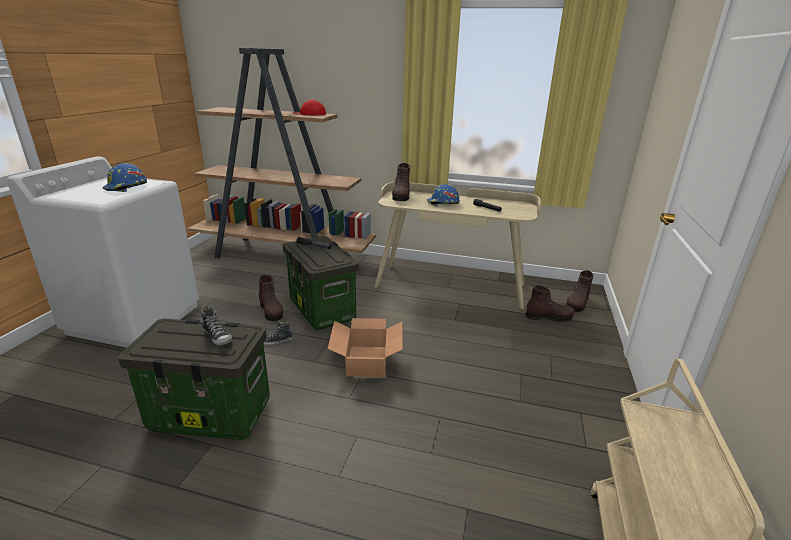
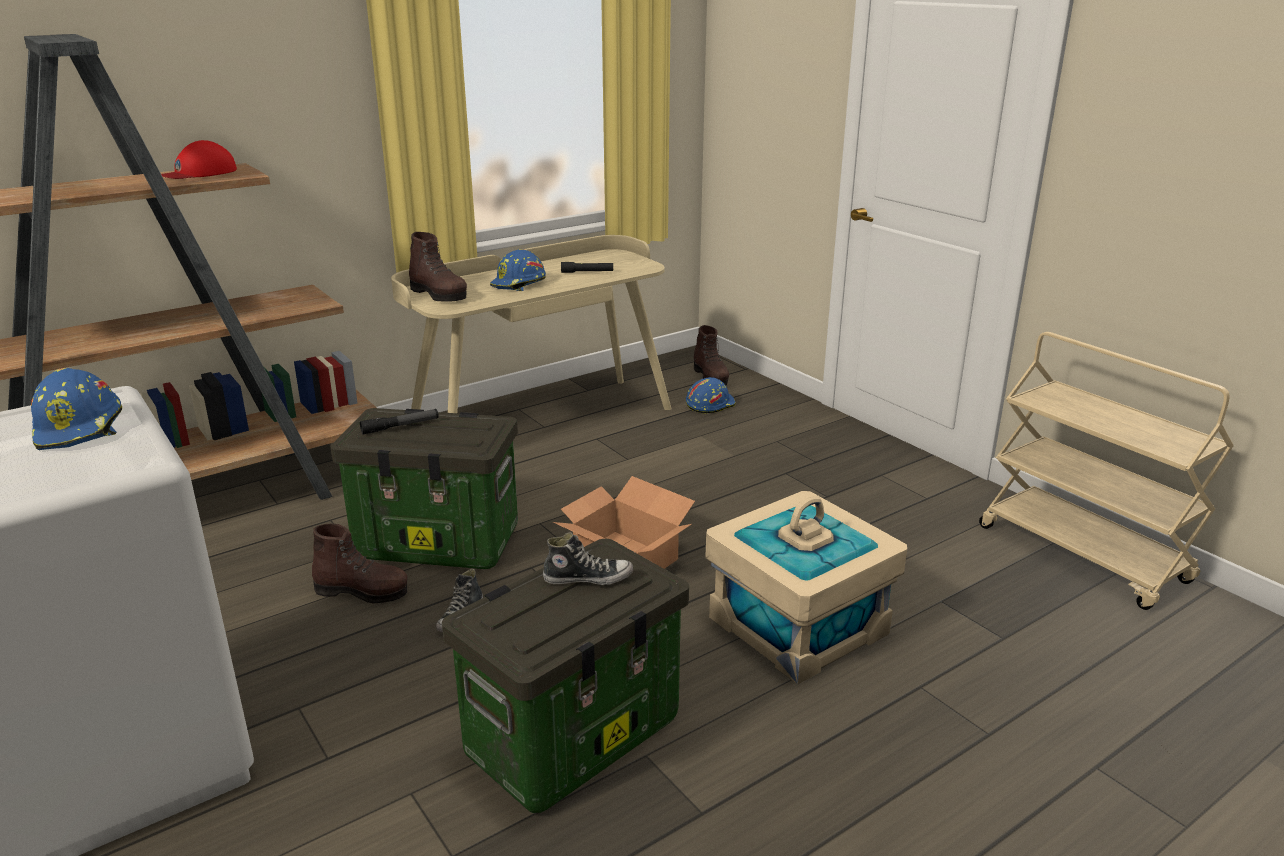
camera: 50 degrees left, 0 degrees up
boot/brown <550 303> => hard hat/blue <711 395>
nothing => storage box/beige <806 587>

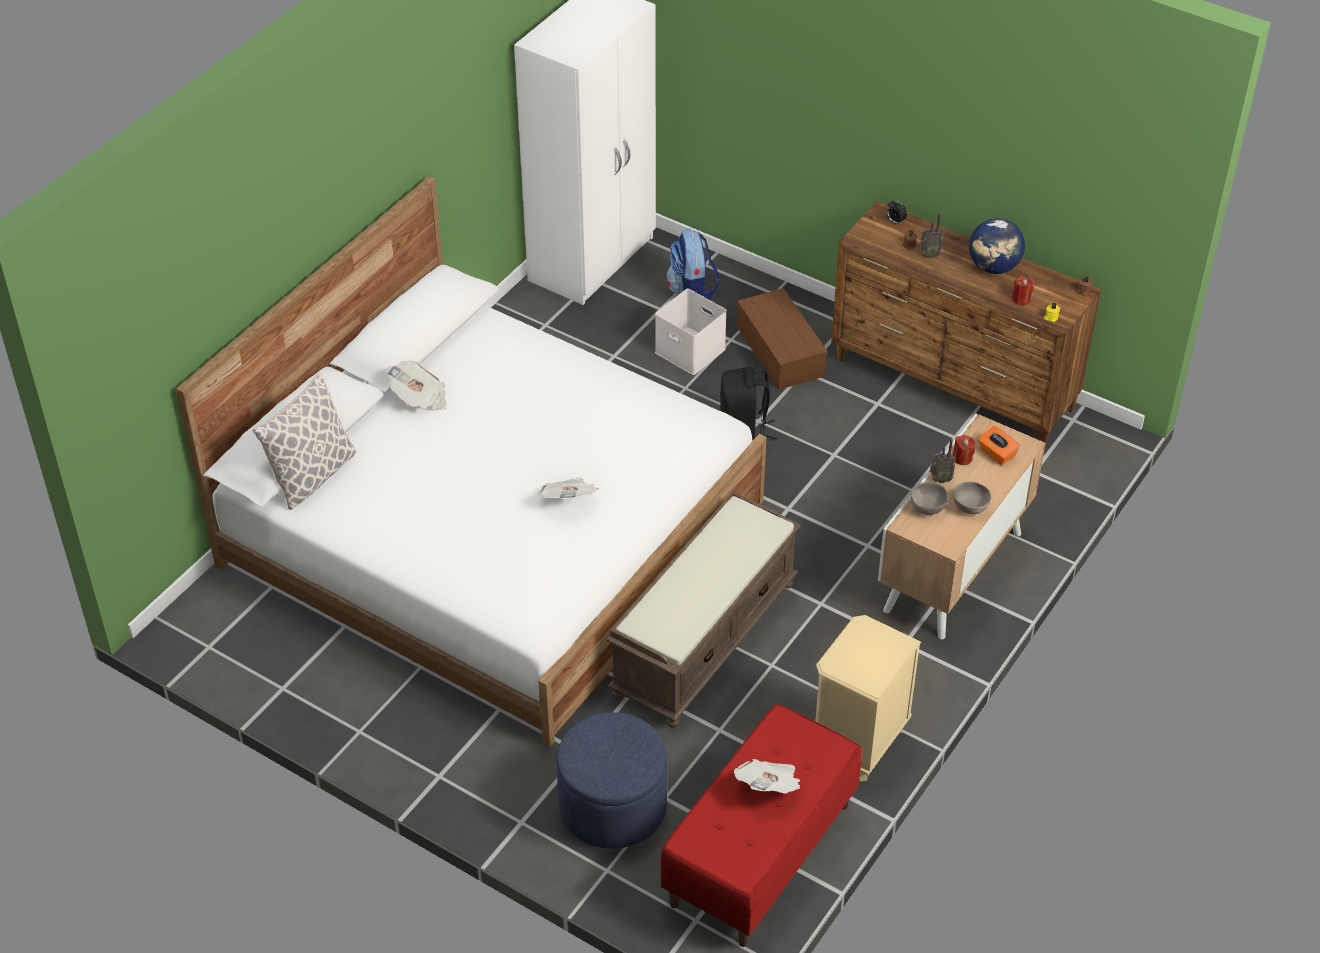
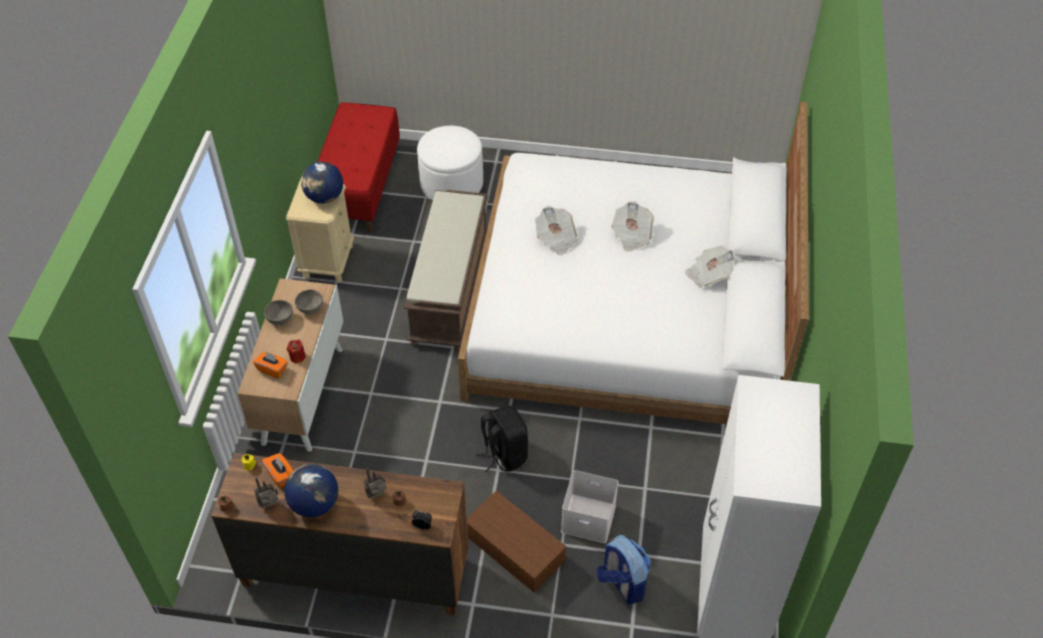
camera: 155 degrees right, 5 degrees up
radio <942 461> => radio <266 492>, move
candle/red <1023 290> => tissue box/orange <277 470>
nothing => globe <322 183>
ottoman/blue <612 780> => ottoman/white <450 163>
newspaper <767 776> => newspaper <632 226>, move
pillow <304 441> => nothing

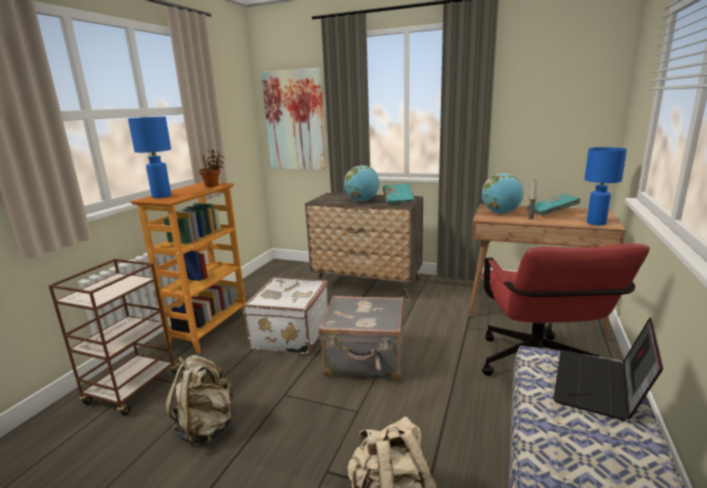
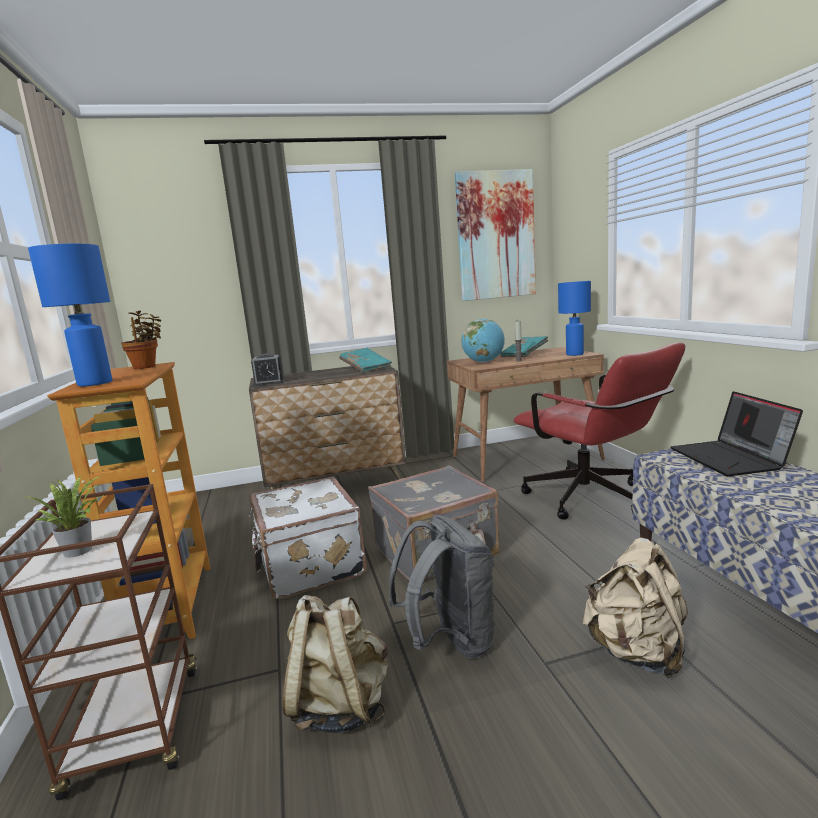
camera: 35 degrees left, 5 degrees down
nothing => potted plant <65 517>
nothing => alarm clock <268 369>
nothing => backpack/grey <441 587>
picture <294 119> => picture <495 235>, move
globe <361 183> => nothing

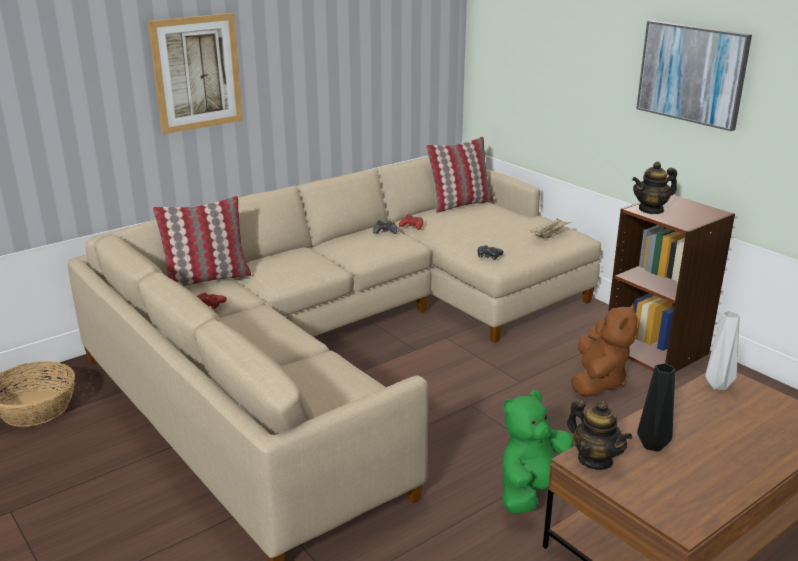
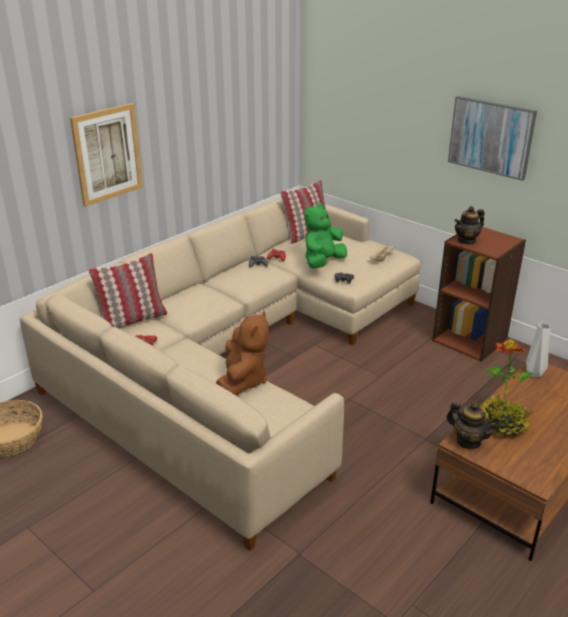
camera: 10 degrees left, 5 degrees up
plush toy/brown <604 350> => plush toy/brown <242 353>, move
plush toy/green <537 452> => plush toy/green <325 236>, move
vase/black <656 407> => potted plant <508 388>

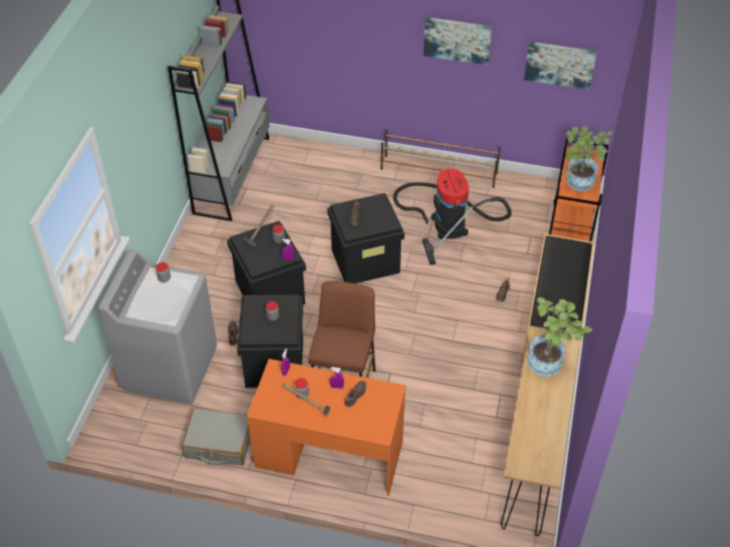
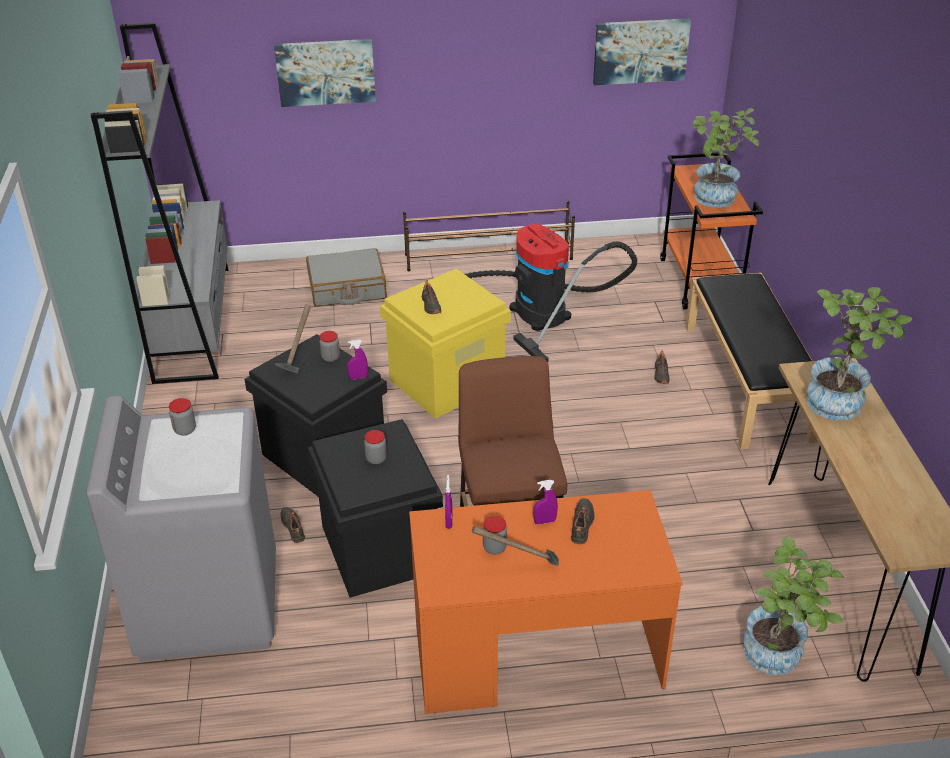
camera: 20 degrees left, 10 degrees down
picture <457 41> => picture <325 73>, move
suitcase/grey <216 437> => suitcase/grey <346 277>, move
storage box/black <366 238> => storage box/yellow <445 344>
nothing => potted plant <794 605>

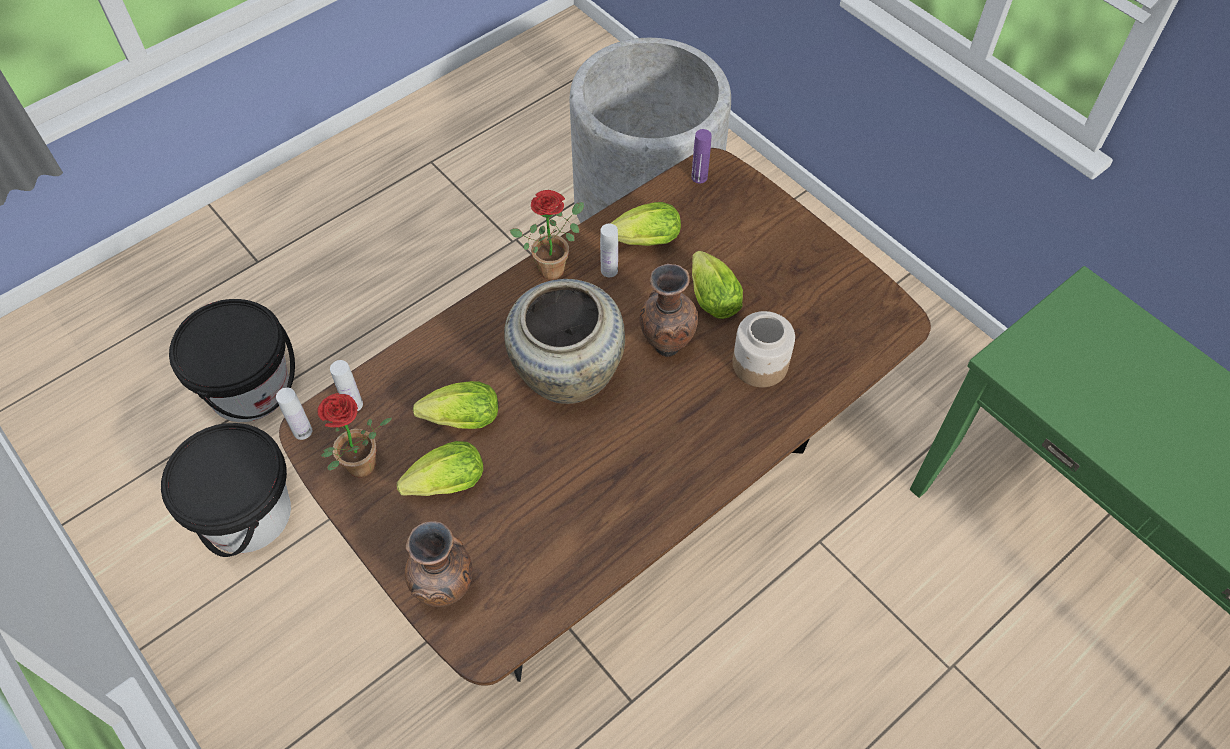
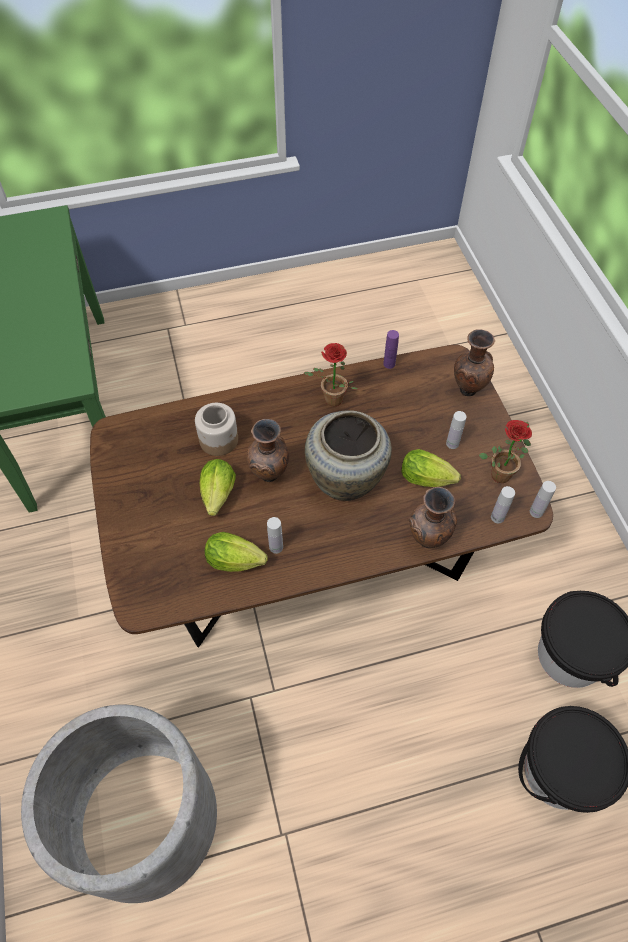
camera: 155 degrees left, 0 degrees up
potted plant <547 235> => potted plant <331 374>, move
bottle/purple <701 156> => bottle/purple <391 349>, move
nothing => vase/brown <432 517>
lettuce <440 468> => bottle/white <456 430>

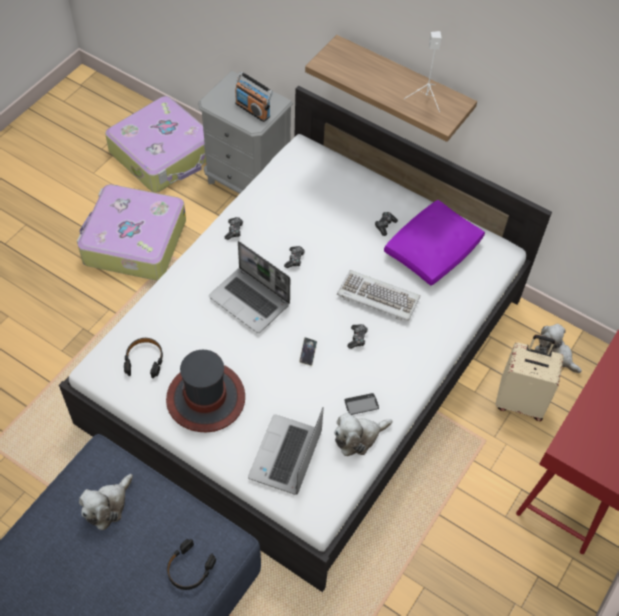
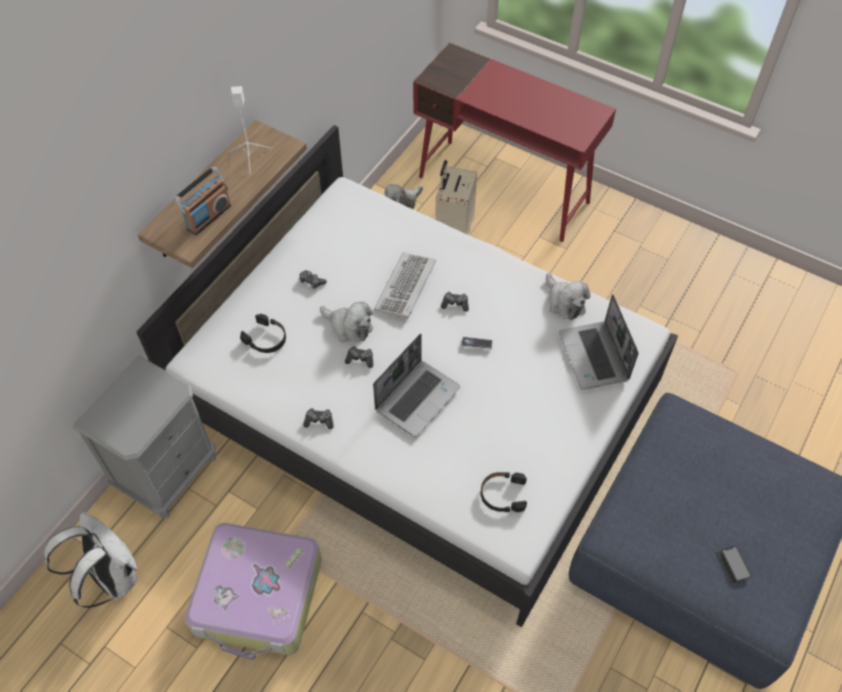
camera: 90 degrees left, 0 degrees up
suitcase <155 144> => backpack/white <90 560>
radio <254 97> => radio <202 201>, move
headphones/black <191 564> => headphones/black <263 333>, move
plush toy <106 502> => plush toy <346 322>, move
laptop <285 451> => laptop <598 342>, 60 degrees clockwise
phone <361 404> => phone <733 565>, move
hat <205 391> => nothing
pillow/purple <434 243> => nothing

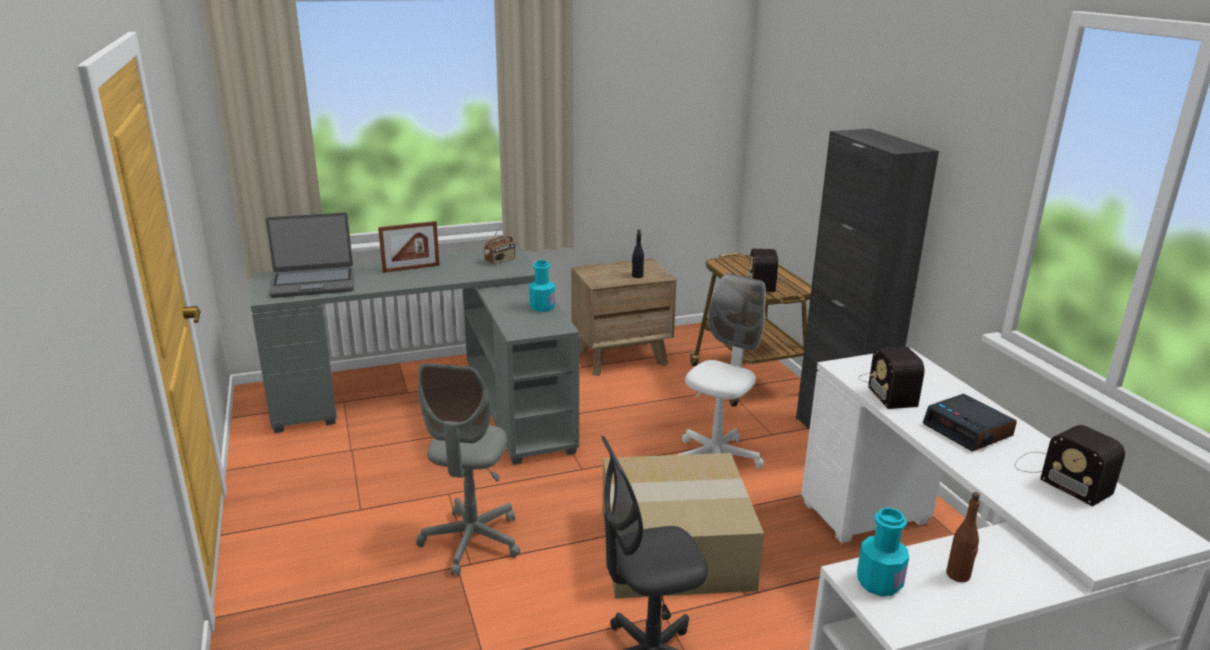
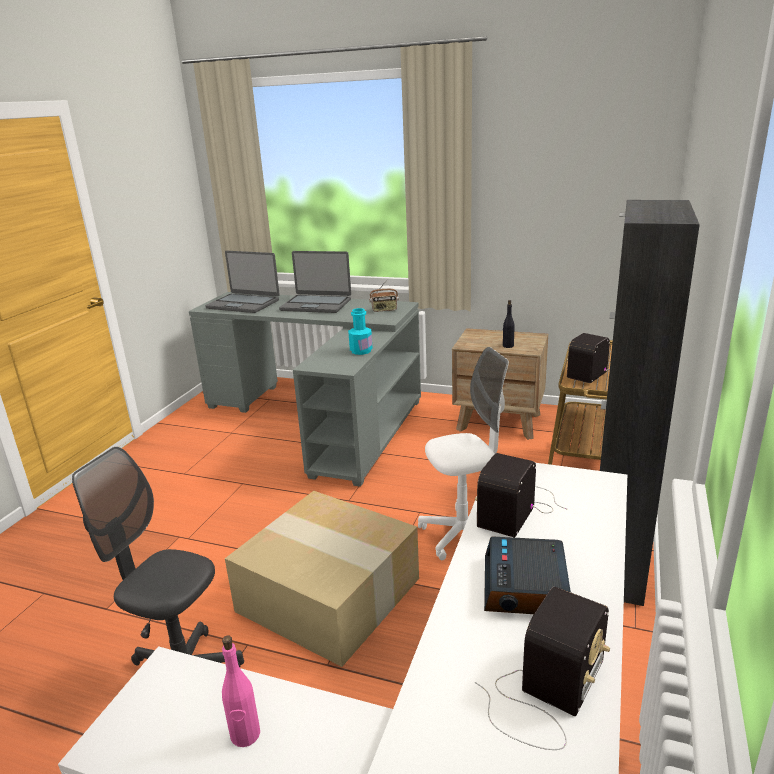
camera: 40 degrees right, 0 degrees up
bottle/brown <963 537> => bottle/pink <241 691>
picture frame <409 247> => laptop <315 282>
radio <1070 465> => radio <542 668>, 150 degrees counterclockwise
office chair/grey <468 469> => nothing
bottle/turquoise <883 552> => nothing

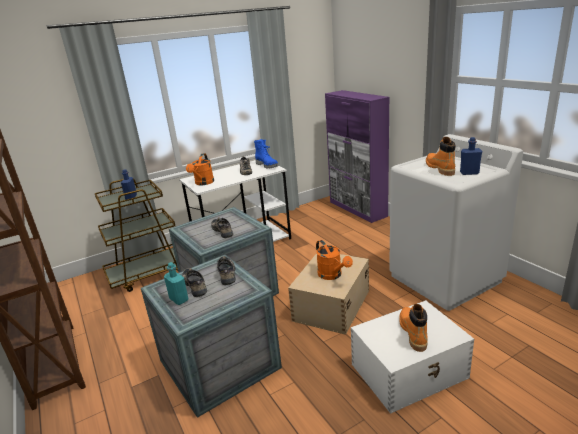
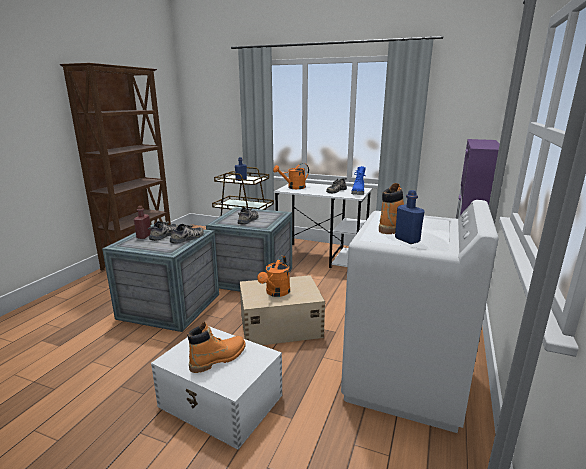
camera: 50 degrees right, 5 degrees down
bottle/turquoise <176 283> => bottle/red <142 222>

